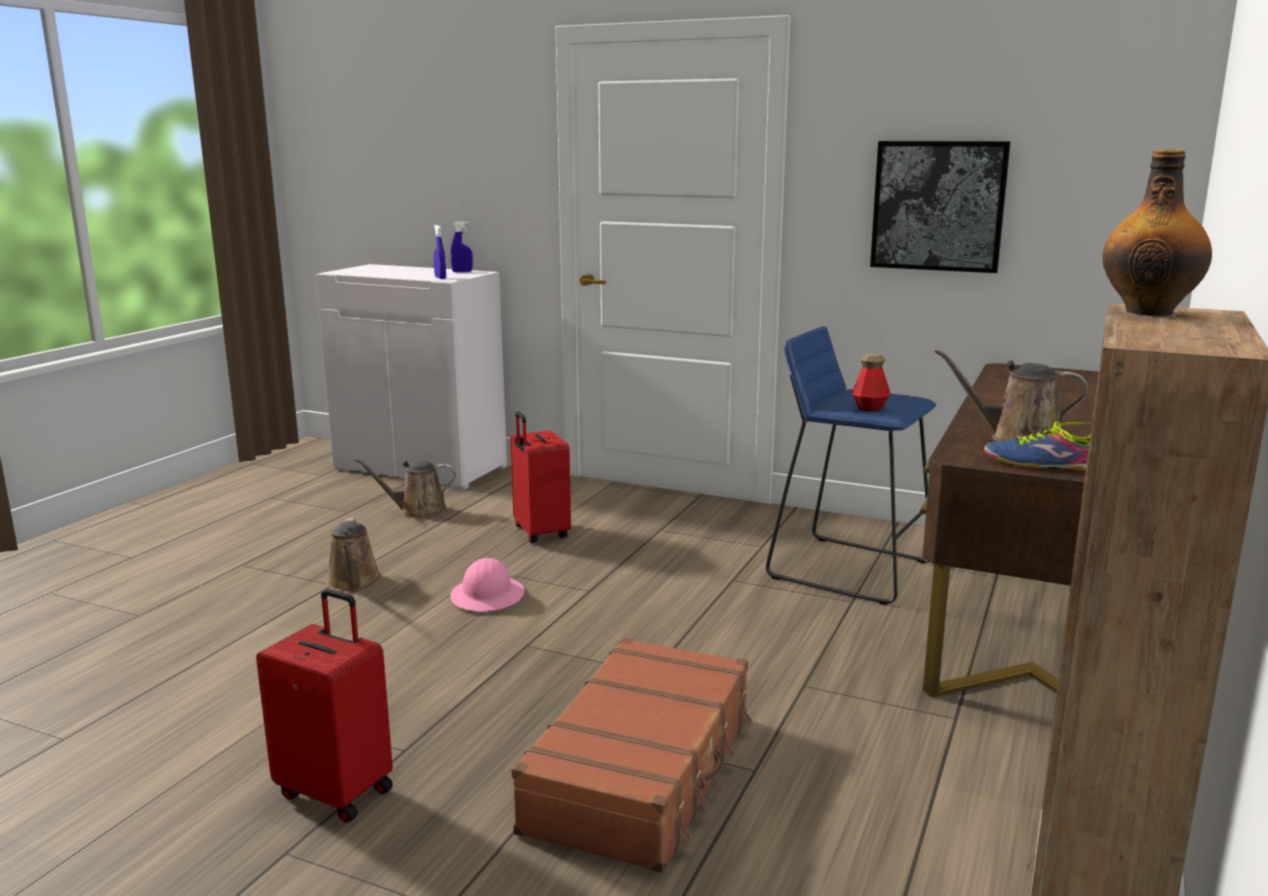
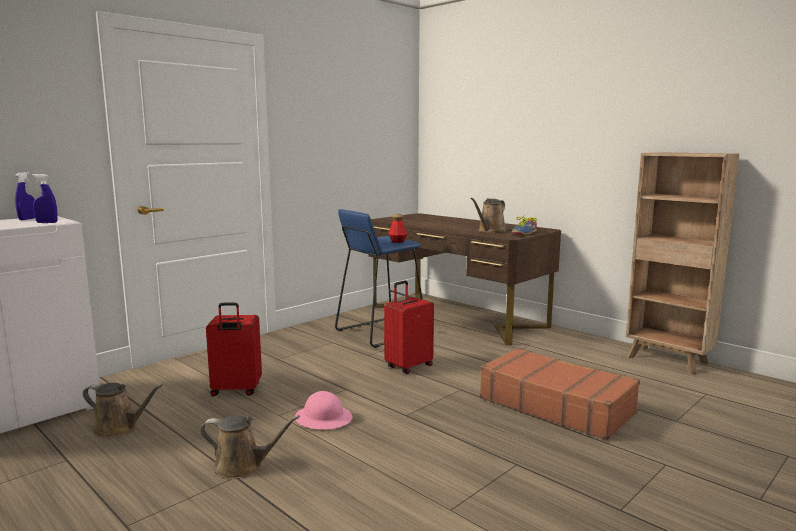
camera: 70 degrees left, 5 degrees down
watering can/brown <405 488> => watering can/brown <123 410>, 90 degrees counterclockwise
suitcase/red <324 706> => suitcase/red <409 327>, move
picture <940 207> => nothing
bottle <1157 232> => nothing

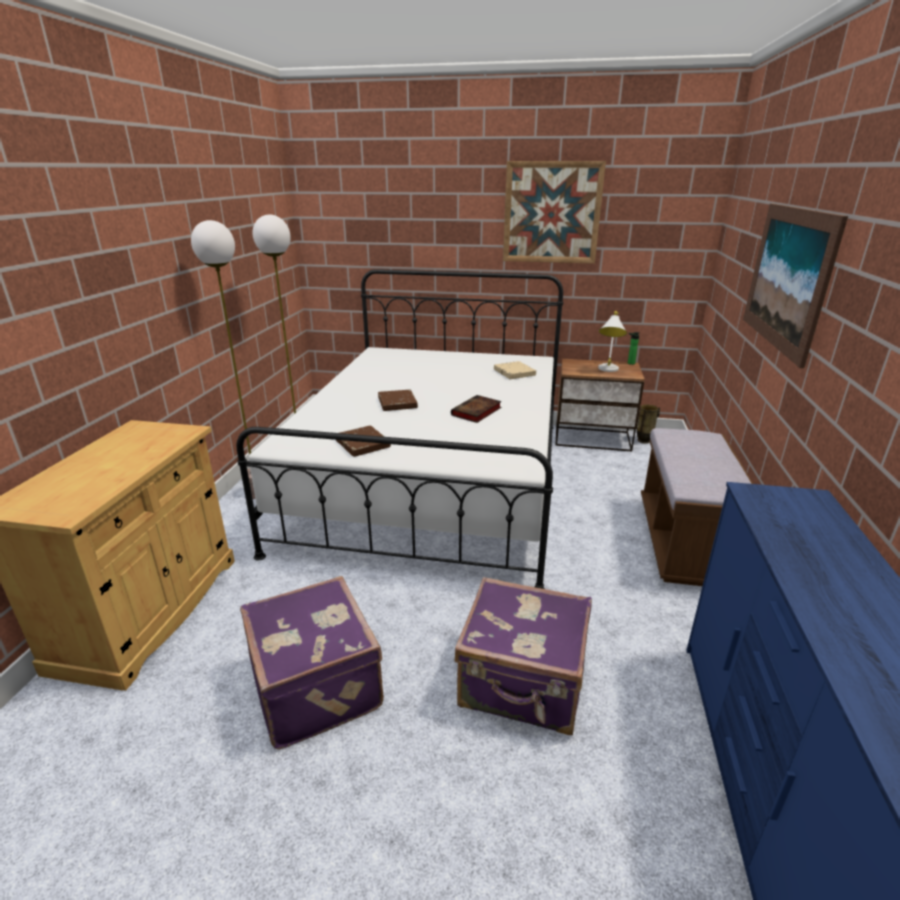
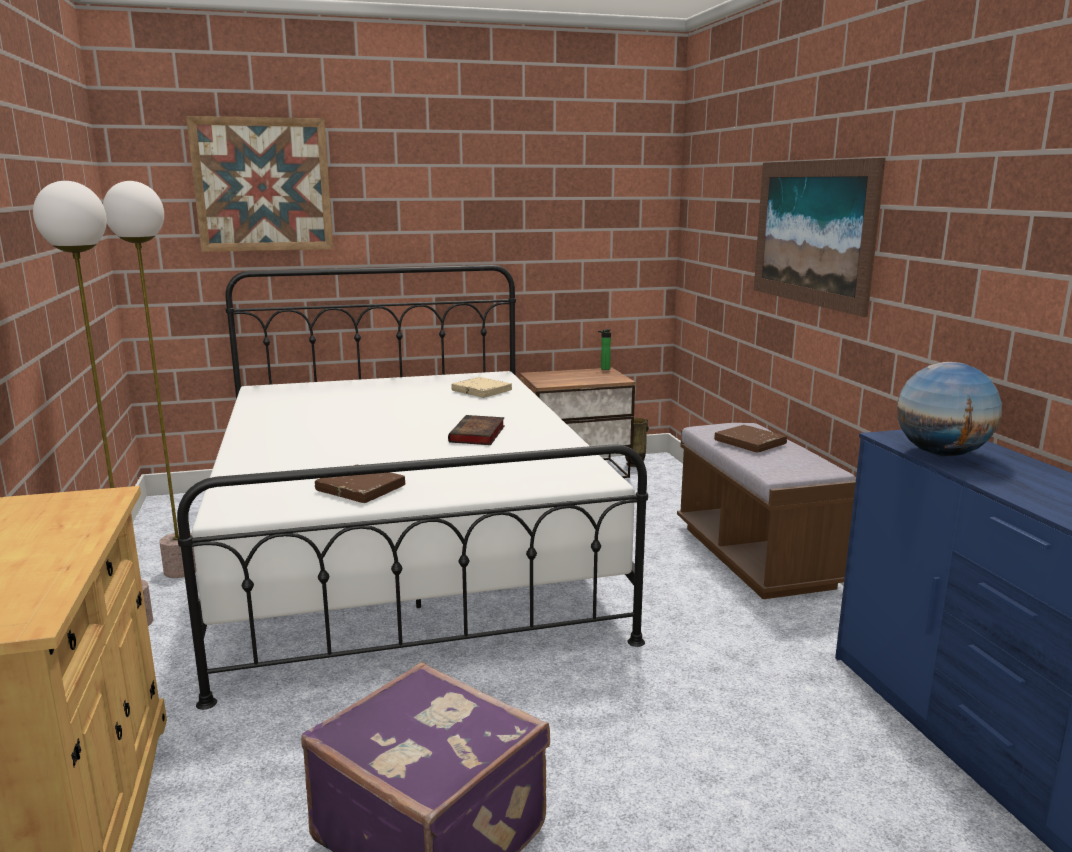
camera: 25 degrees left, 10 degrees down
picture <554 212> => picture <259 184>, move
book/brown <398 400> => book/brown <750 438>, move
nothing => globe <949 409>
suitcase/purple <523 656> => nothing
table lamp/white <612 341> => nothing

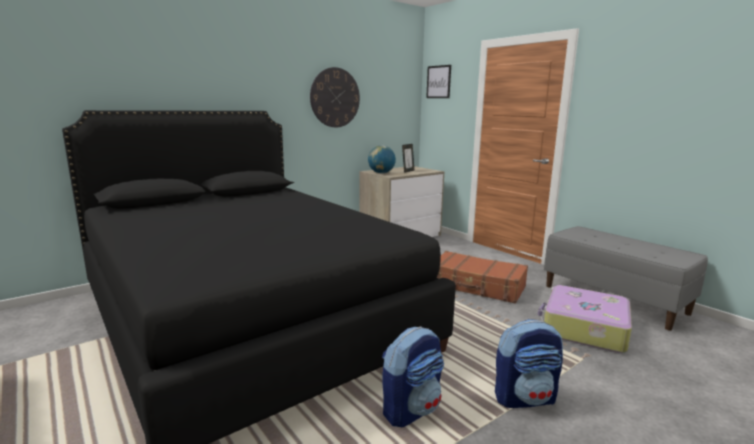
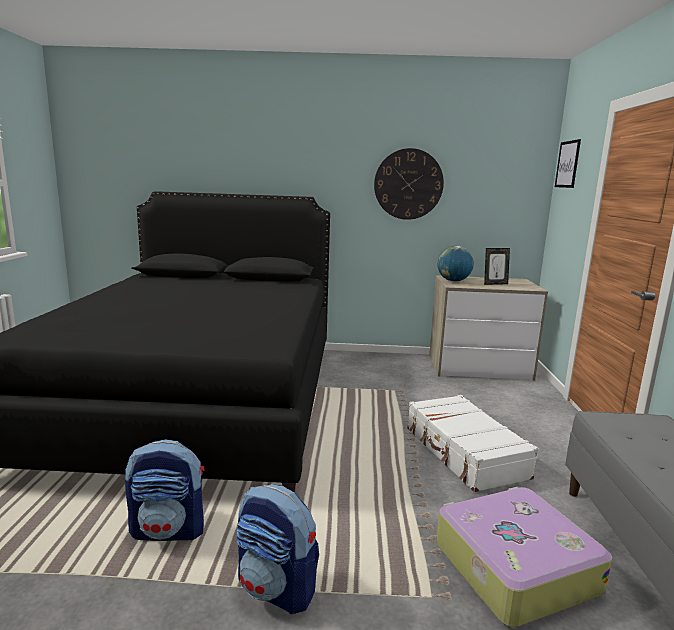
camera: 40 degrees right, 0 degrees up
suitcase/brown <482 277> => suitcase/white <473 443>

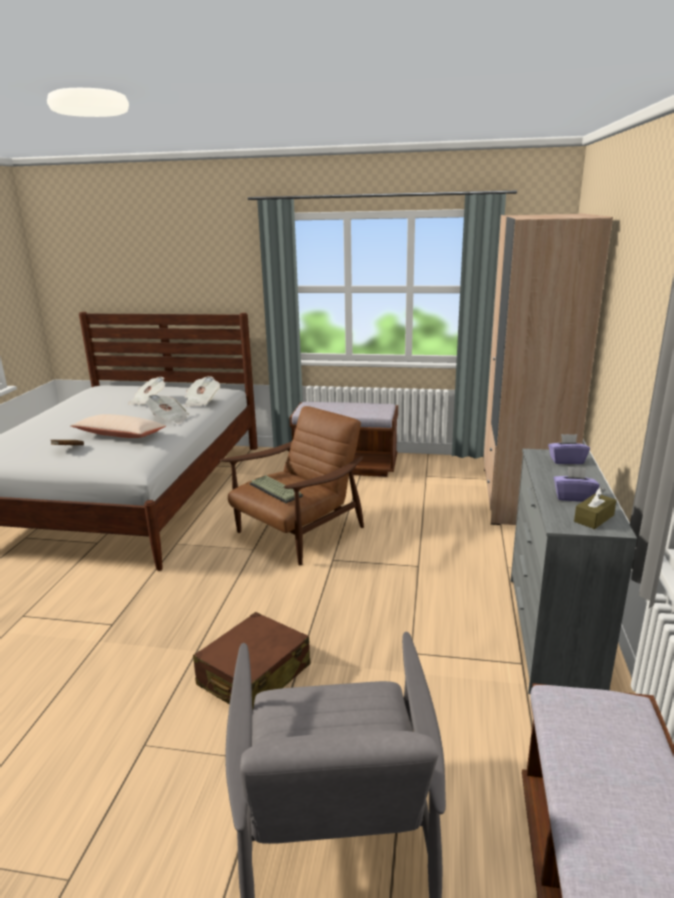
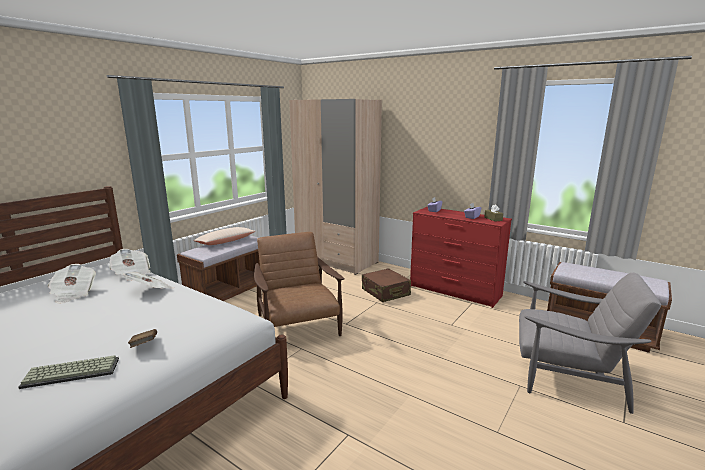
camera: 65 degrees left, 5 degrees down
keyboard <276 489> => keyboard <68 372>, move
pillow/beige <118 426> => pillow/beige <224 236>, move
suitcase/brown <252 660> => suitcase/brown <386 285>, move
dresser/grey <574 571> => dresser/red <461 257>

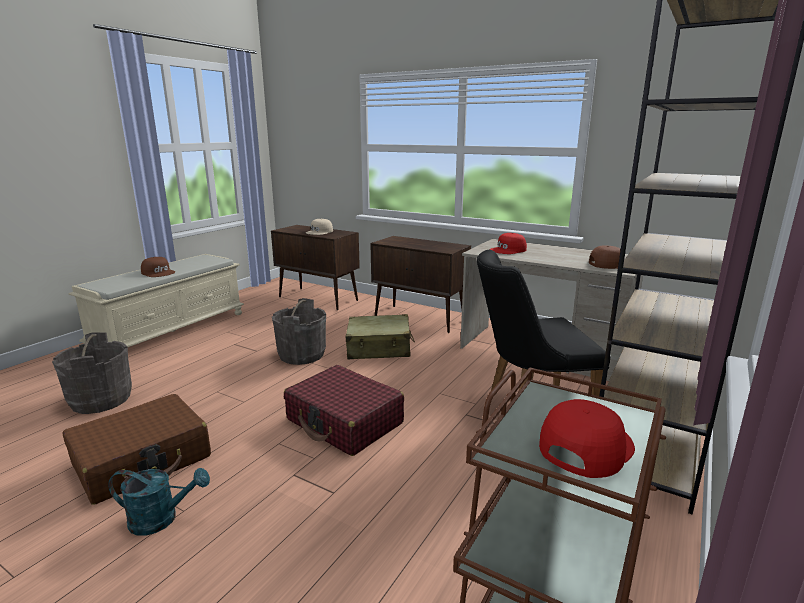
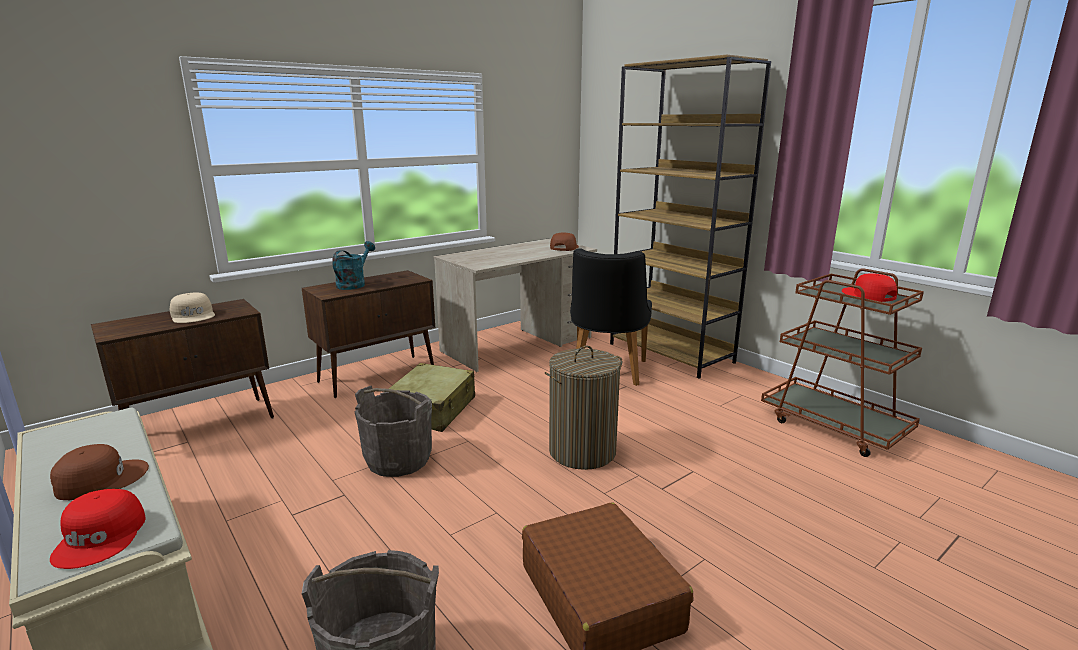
camera: 70 degrees left, 0 degrees up
cap/red <508 243> => cap/red <98 529>, move
watering can/turquoise <159 502> => watering can/turquoise <353 265>, move
suitcase/red <344 410> => laundry basket <583 408>

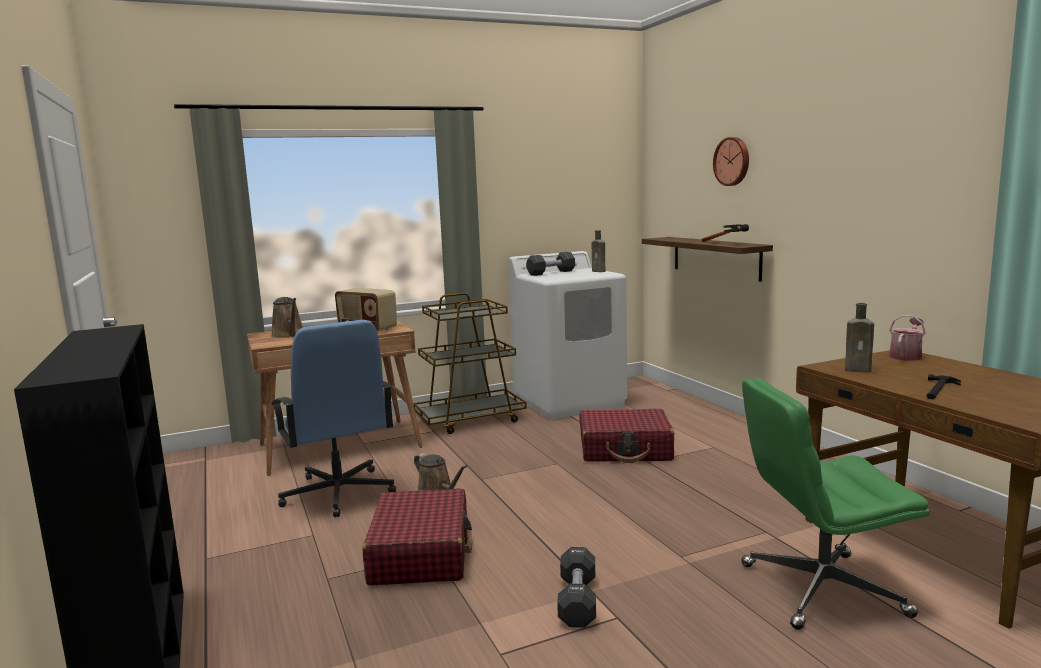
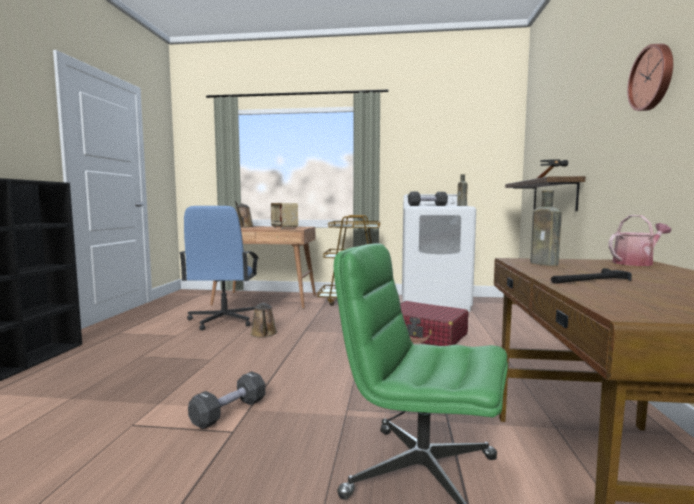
camera: 30 degrees right, 5 degrees down
wall clock <731 161> => wall clock <650 77>, move
suitcase/red <417 537> => nothing

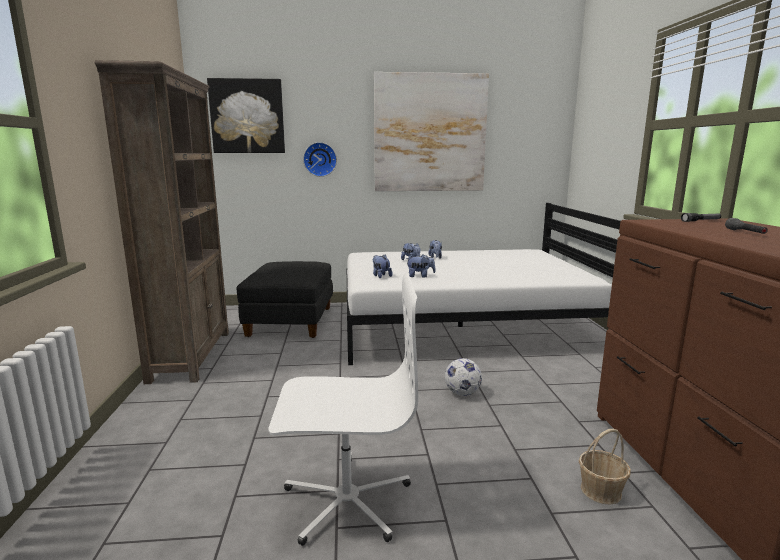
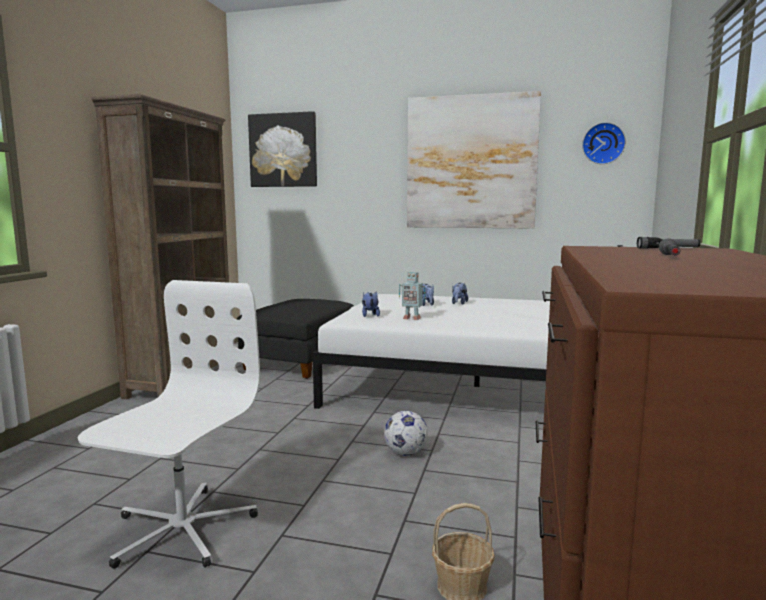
camera: 20 degrees right, 5 degrees down
office chair/white <343 409> => office chair/white <169 424>, 90 degrees counterclockwise
plush toy <421 266> => toy robot <412 296>
wall clock <320 159> => wall clock <604 143>, move

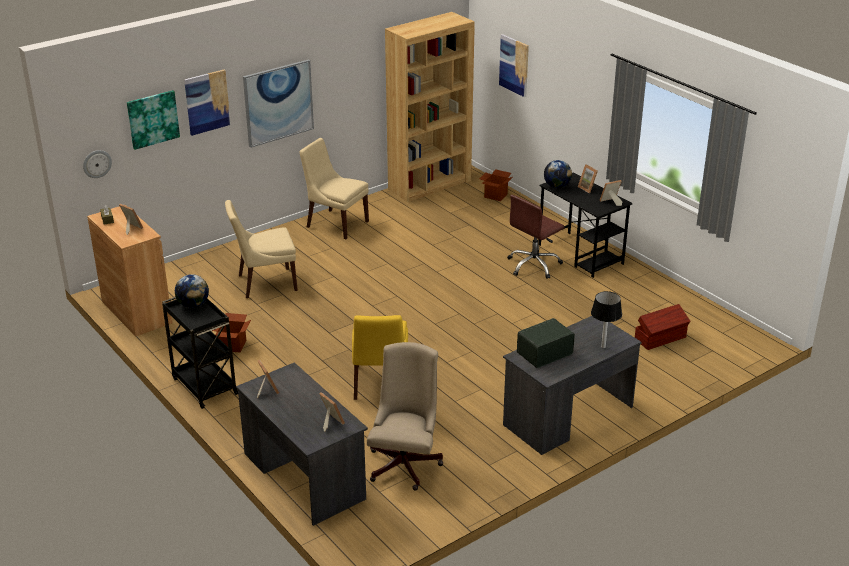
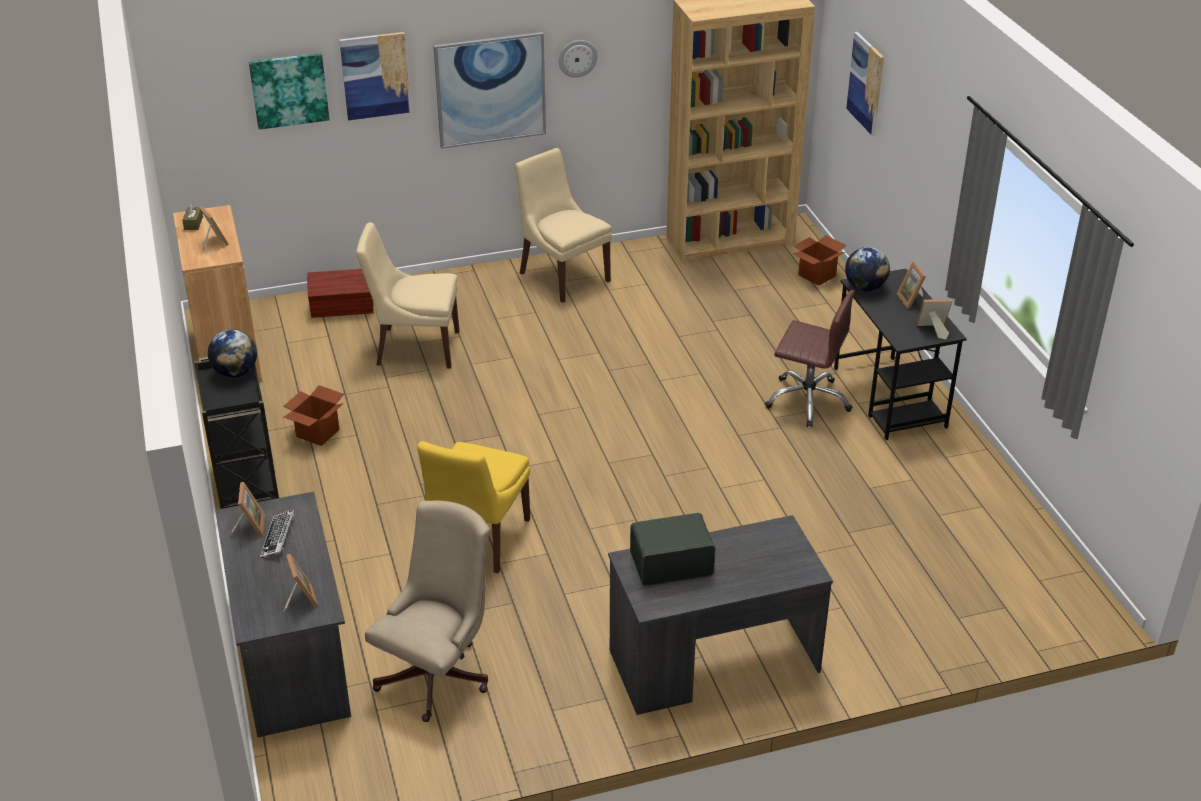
camera: 20 degrees right, 5 degrees up
nothing => keyboard <277 534>
storage box/brown <662 327> => storage box/brown <340 293>, move
wall clock <97 164> => wall clock <578 59>, move
office chair/brown <535 237> => office chair/brown <810 358>, 135 degrees counterclockwise
table lamp <606 319> => nothing

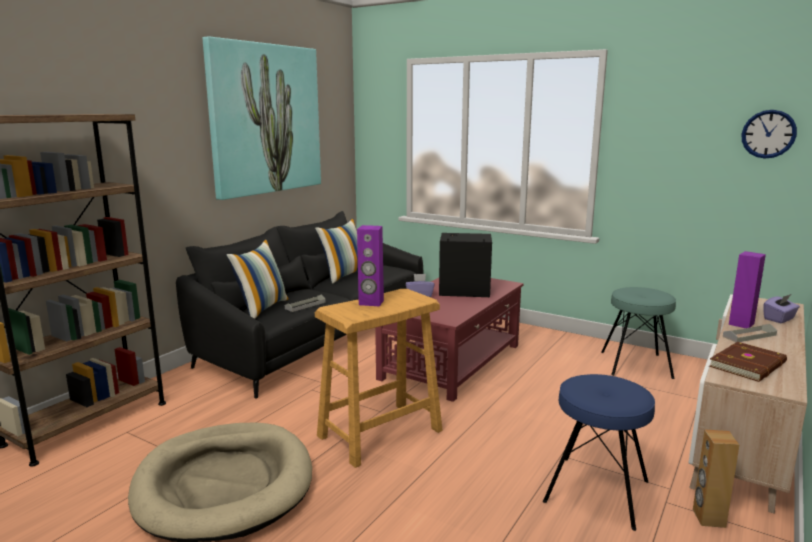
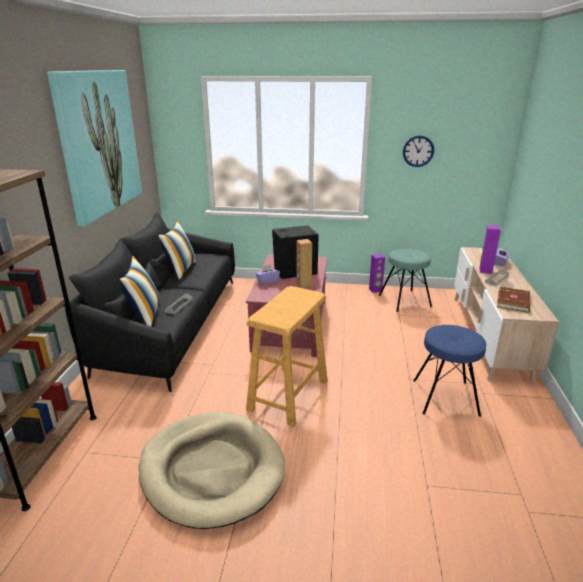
camera: 25 degrees left, 10 degrees up
speaker/brown <716 478> => speaker/brown <304 263>, move
speaker/purple <370 265> => speaker/purple <377 273>, move
wall clock <769 134> => wall clock <418 151>, move

